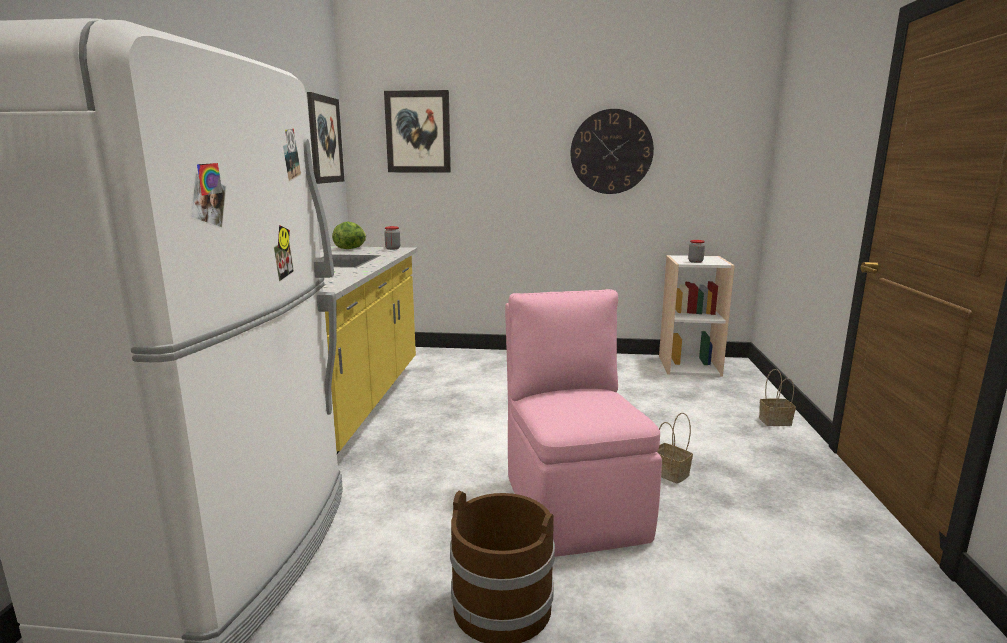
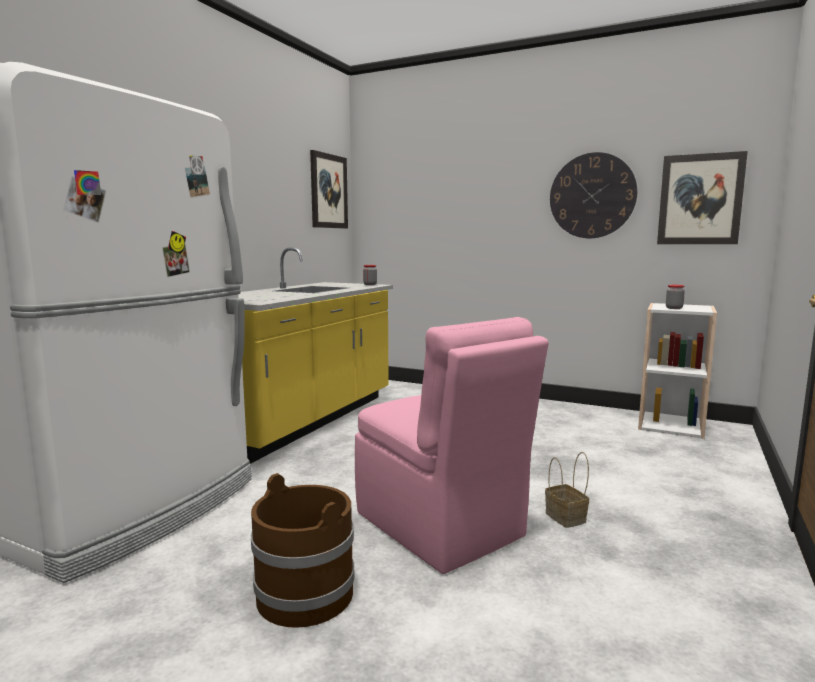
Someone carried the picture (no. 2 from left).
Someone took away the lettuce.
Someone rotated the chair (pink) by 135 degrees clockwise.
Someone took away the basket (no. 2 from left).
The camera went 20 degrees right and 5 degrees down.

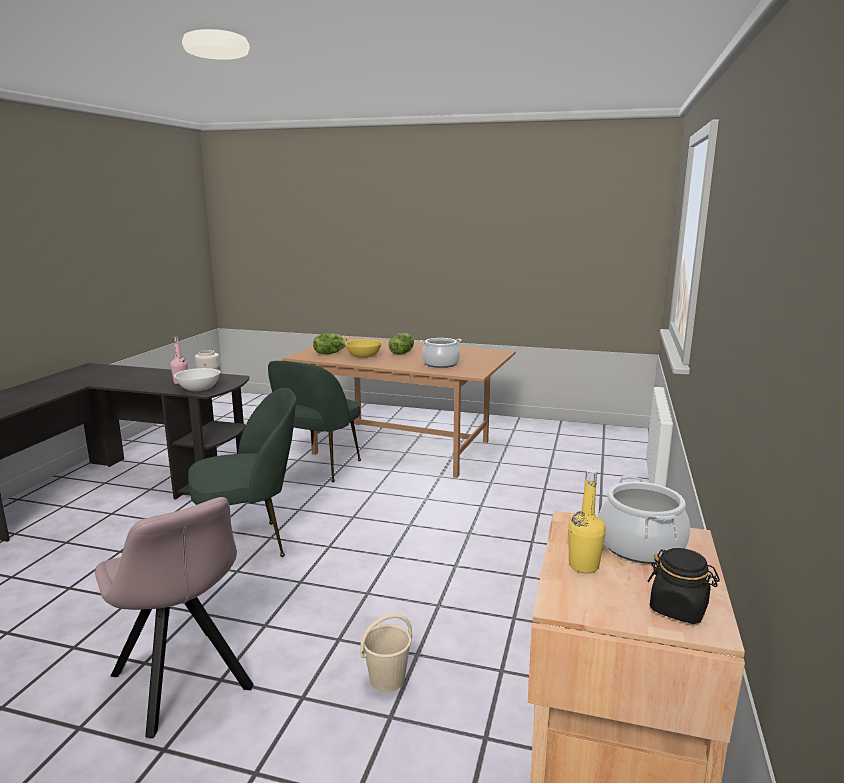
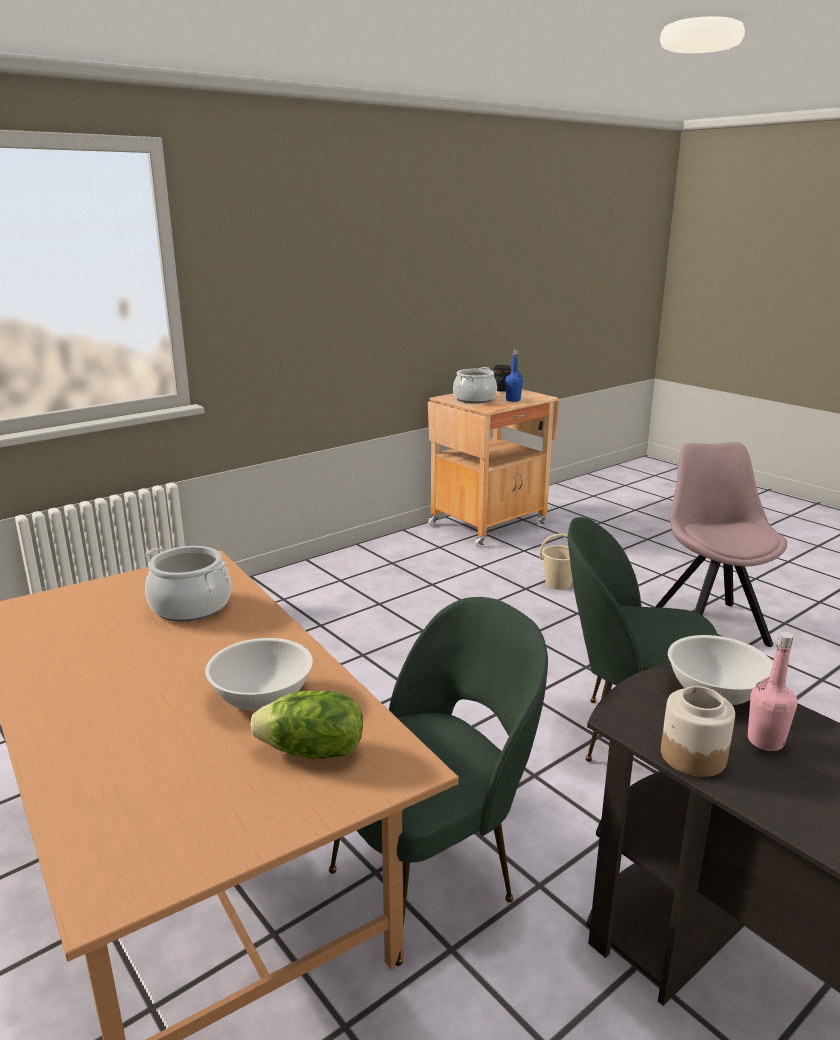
Someone took away the lettuce (no. 2 from left).
Someone repainted the bowl (yellow), which became the bowl (white) (no. 1 from left).
Someone repainted the bottle (yellow), which became the bottle (blue).
The camera went 145 degrees left and 5 degrees up.

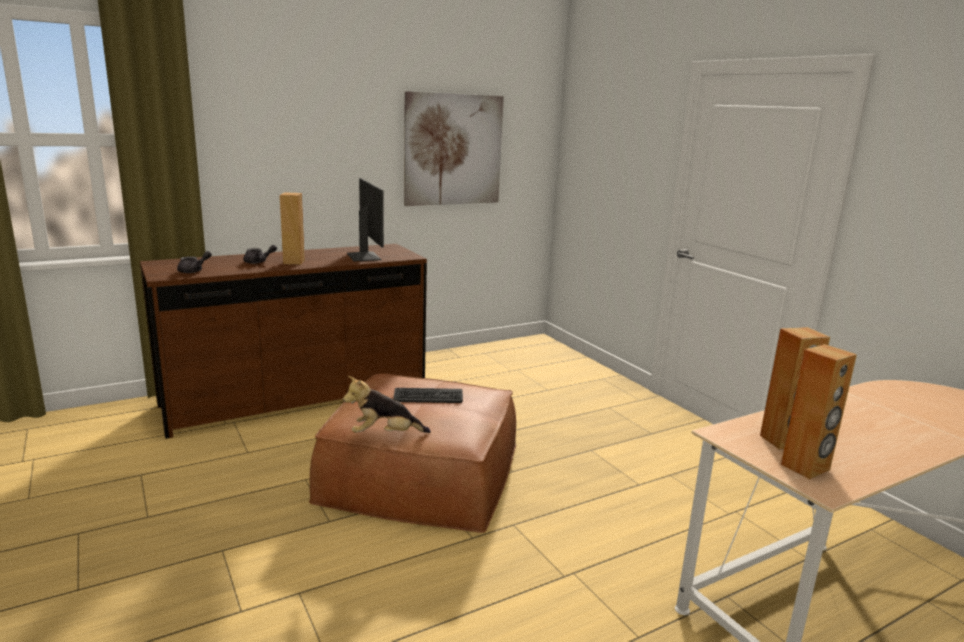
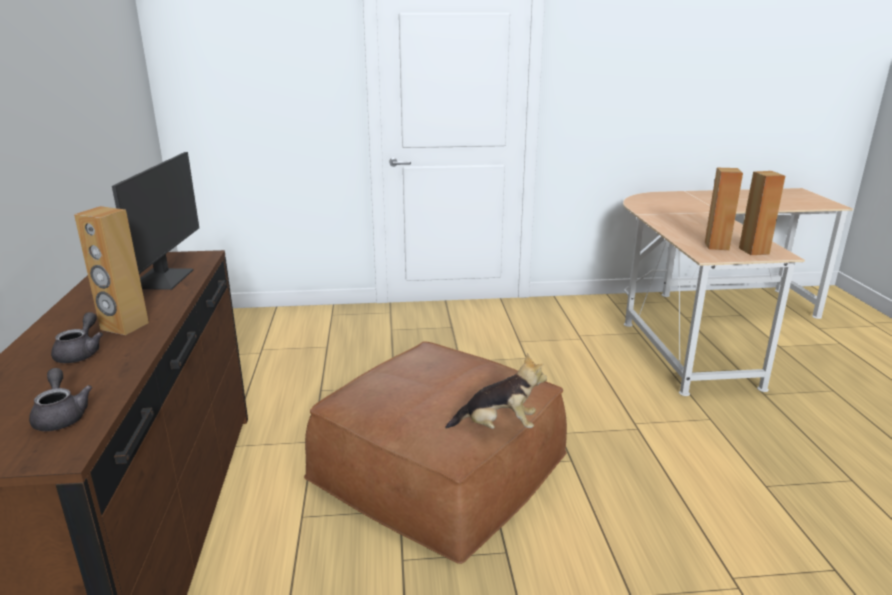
Someone took away the picture.
Someone rotated the monitor by 90 degrees clockwise.
Someone rotated the plush toy by 105 degrees counterclockwise.
Someone took away the keyboard.
The camera went 65 degrees left and 5 degrees up.

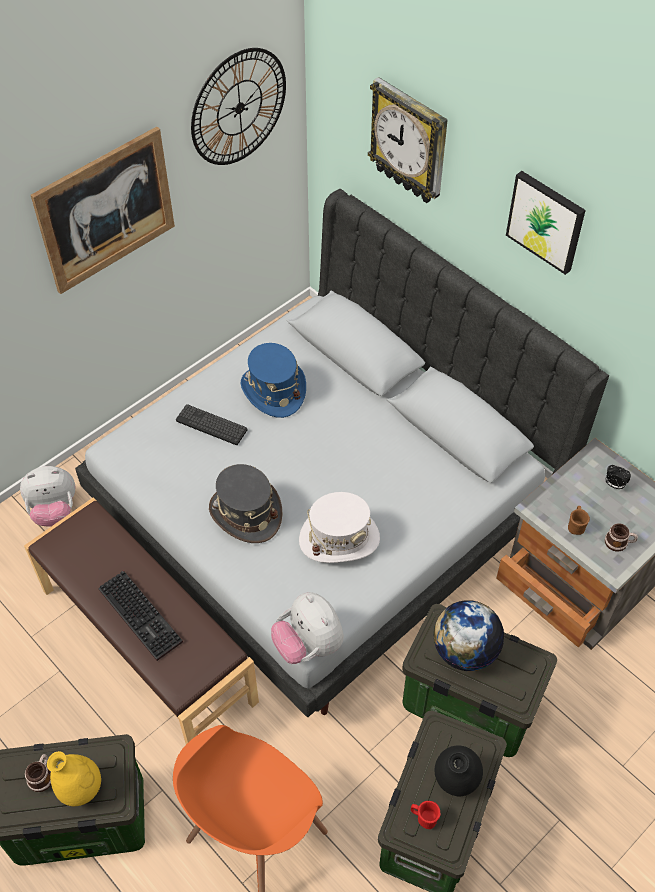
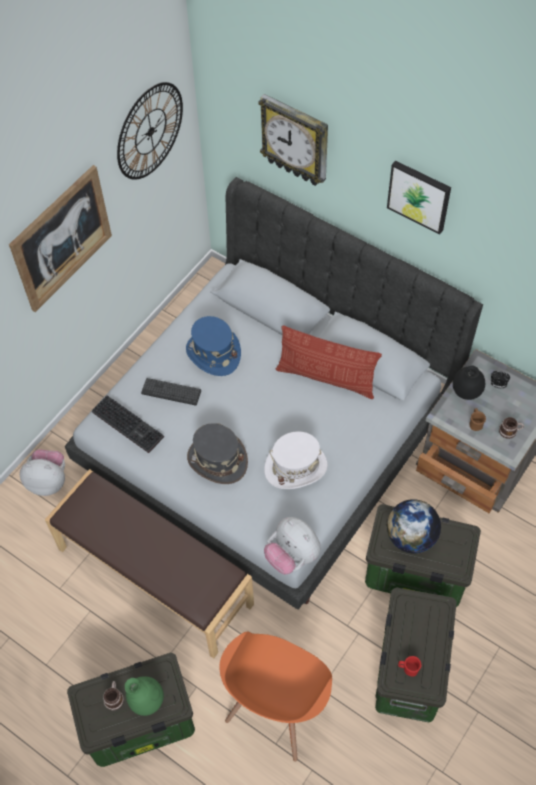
Someone rotated the plush toy (no. 1 from left) by 150 degrees counterclockwise.
Someone carried the keyboard (no. 1 from left).
Someone carried the vase (black).
Someone repainted the vase (yellow), which became the vase (green).
Someone put down the pillow.
The camera went 10 degrees left and 5 degrees up.

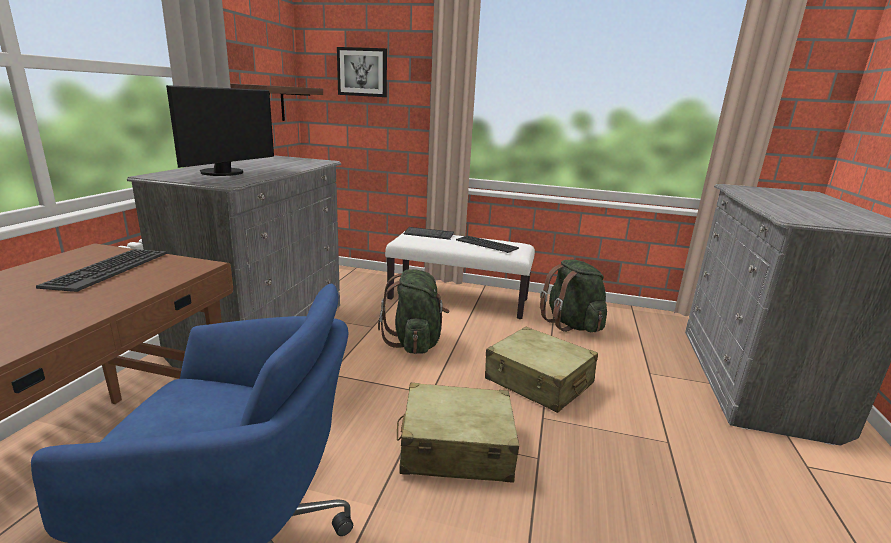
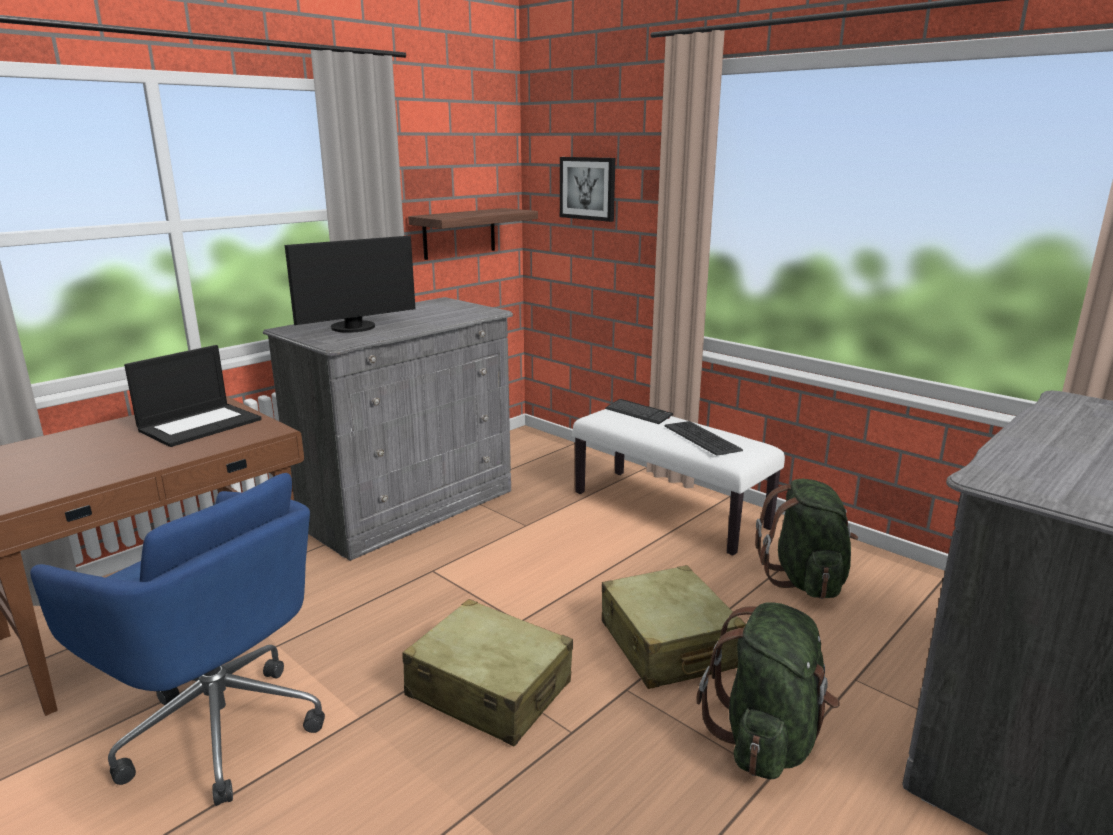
Someone swapped the keyboard (no. 1 from left) for the laptop.
Someone carried the backpack (green) (no. 1 from left).
The camera went 30 degrees right and 0 degrees up.

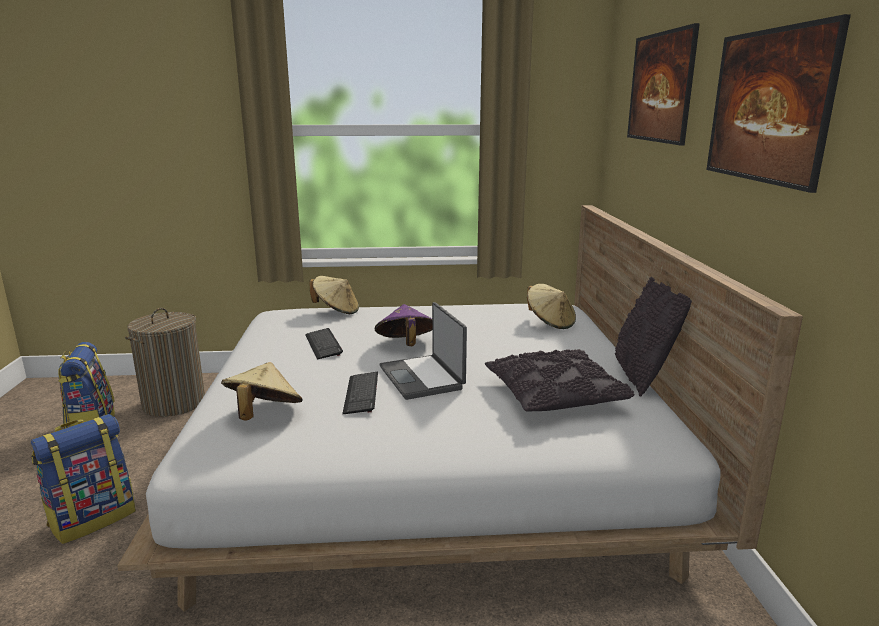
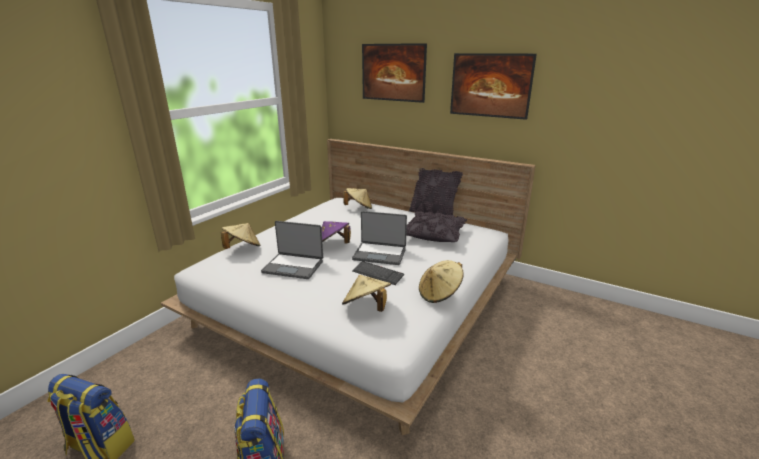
Someone took away the laundry basket.
Someone swapped the keyboard (no. 1 from left) for the laptop (no. 1 from left).
Someone put down the hat (beige) (no. 4 from left).
The camera went 55 degrees left and 5 degrees up.

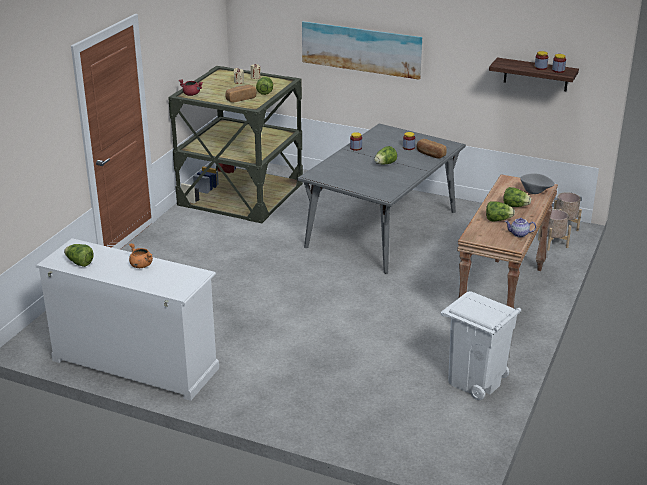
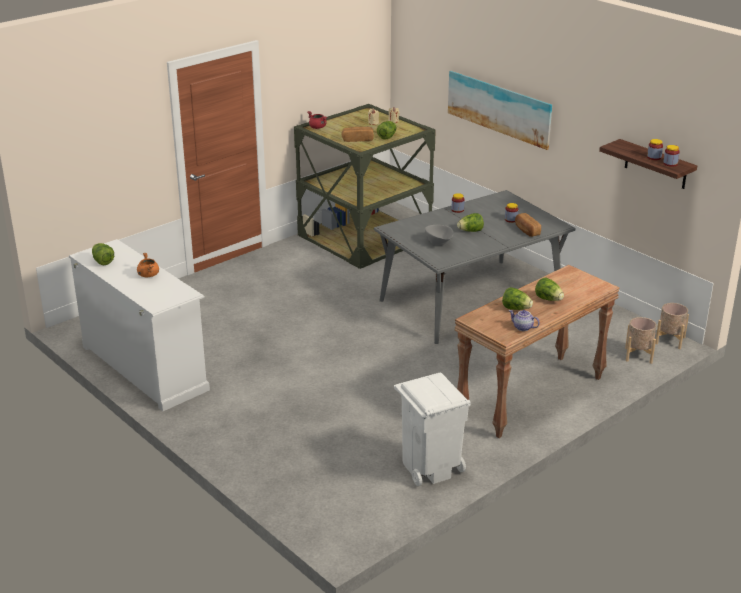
Someone carried the bowl (grey).
The camera went 25 degrees right and 0 degrees up.

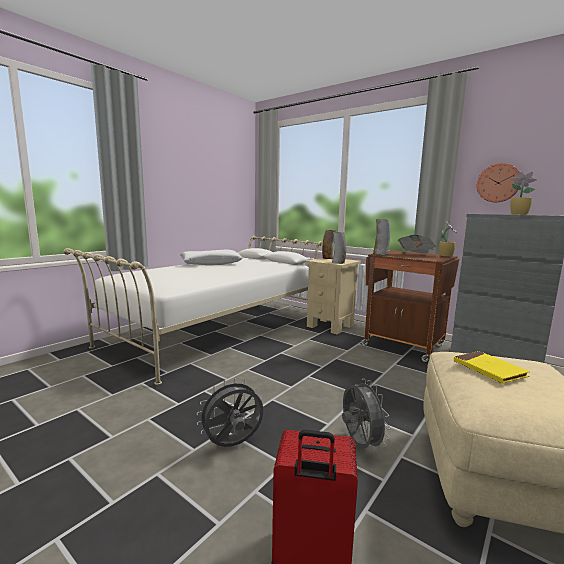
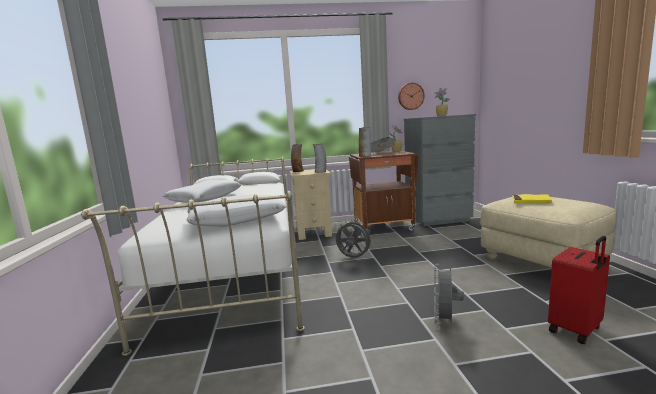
Someone carried the fan (grey) (no. 2 from left in the first image).
Someone put down the pillow (white) (no. 2 from left).
The camera went 45 degrees left and 0 degrees up.

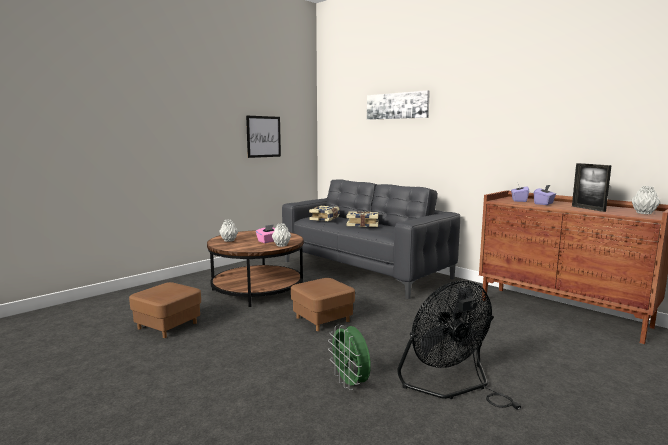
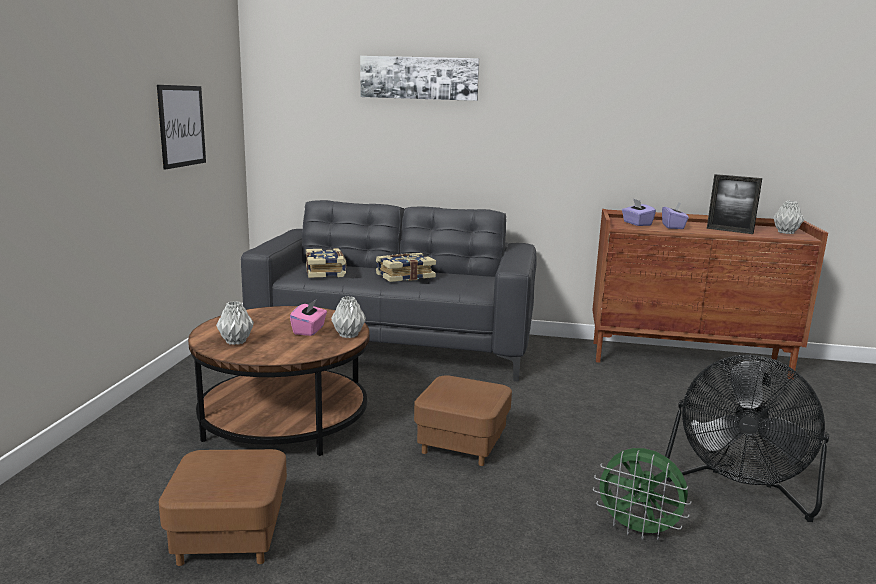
Someone rotated the fan (black) by 90 degrees counterclockwise.
The camera went 35 degrees left and 5 degrees up.

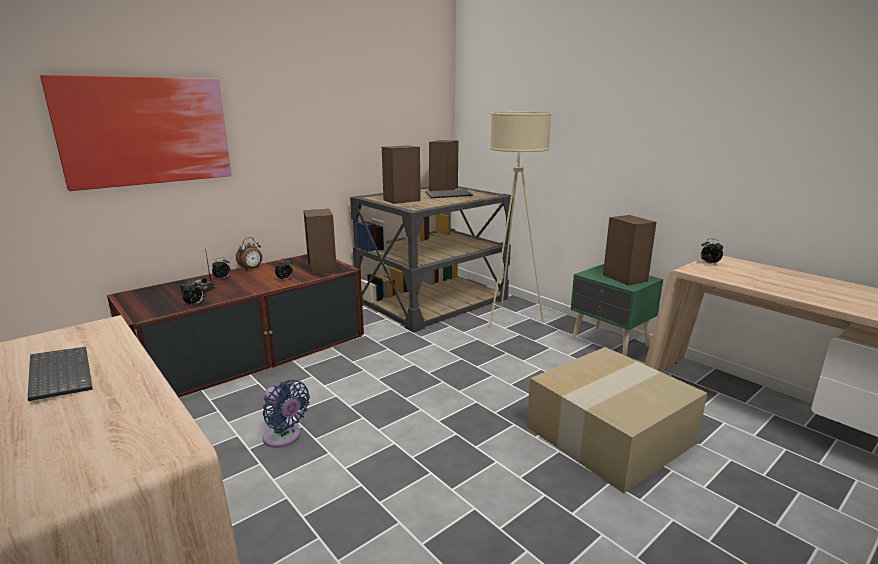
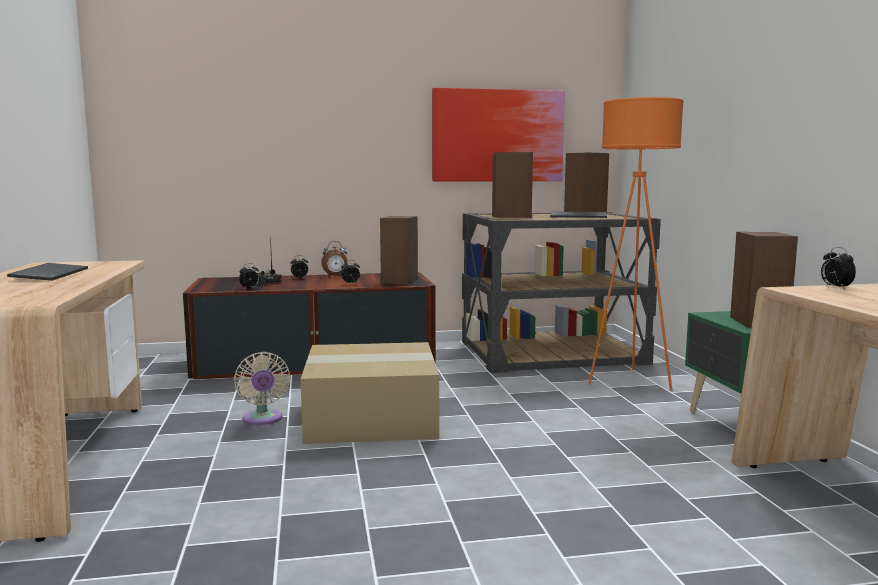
Someone carried the picture.
Someone repainted the floor lamp (beige), which became the floor lamp (orange).
Someone carried the cardboard box.
Someone repainted the fan (blue), which became the fan (beige).
The camera went 30 degrees right and 10 degrees down.

